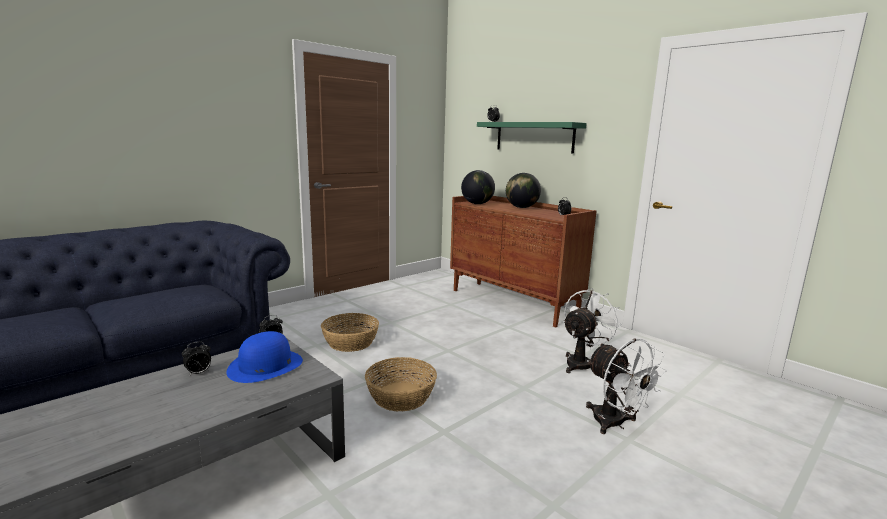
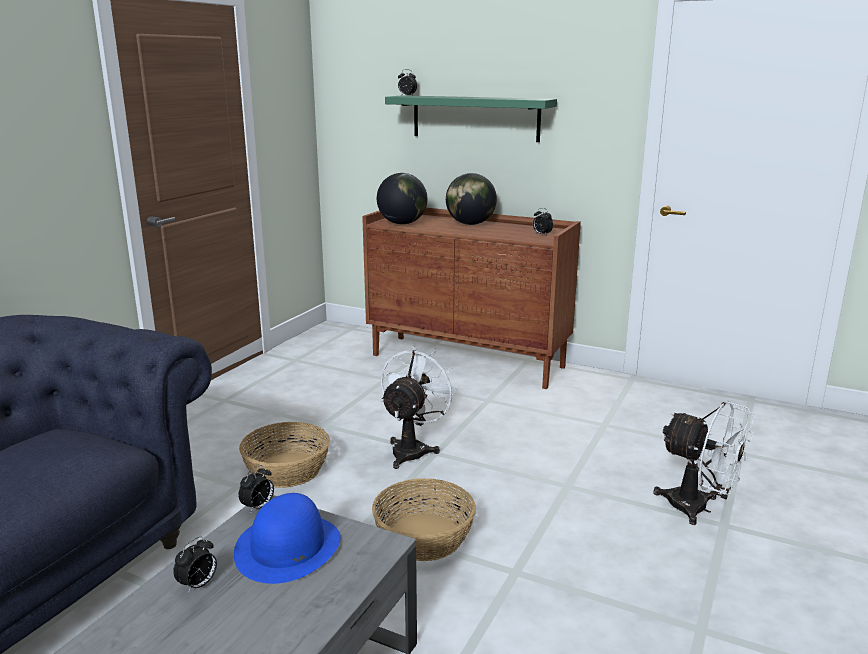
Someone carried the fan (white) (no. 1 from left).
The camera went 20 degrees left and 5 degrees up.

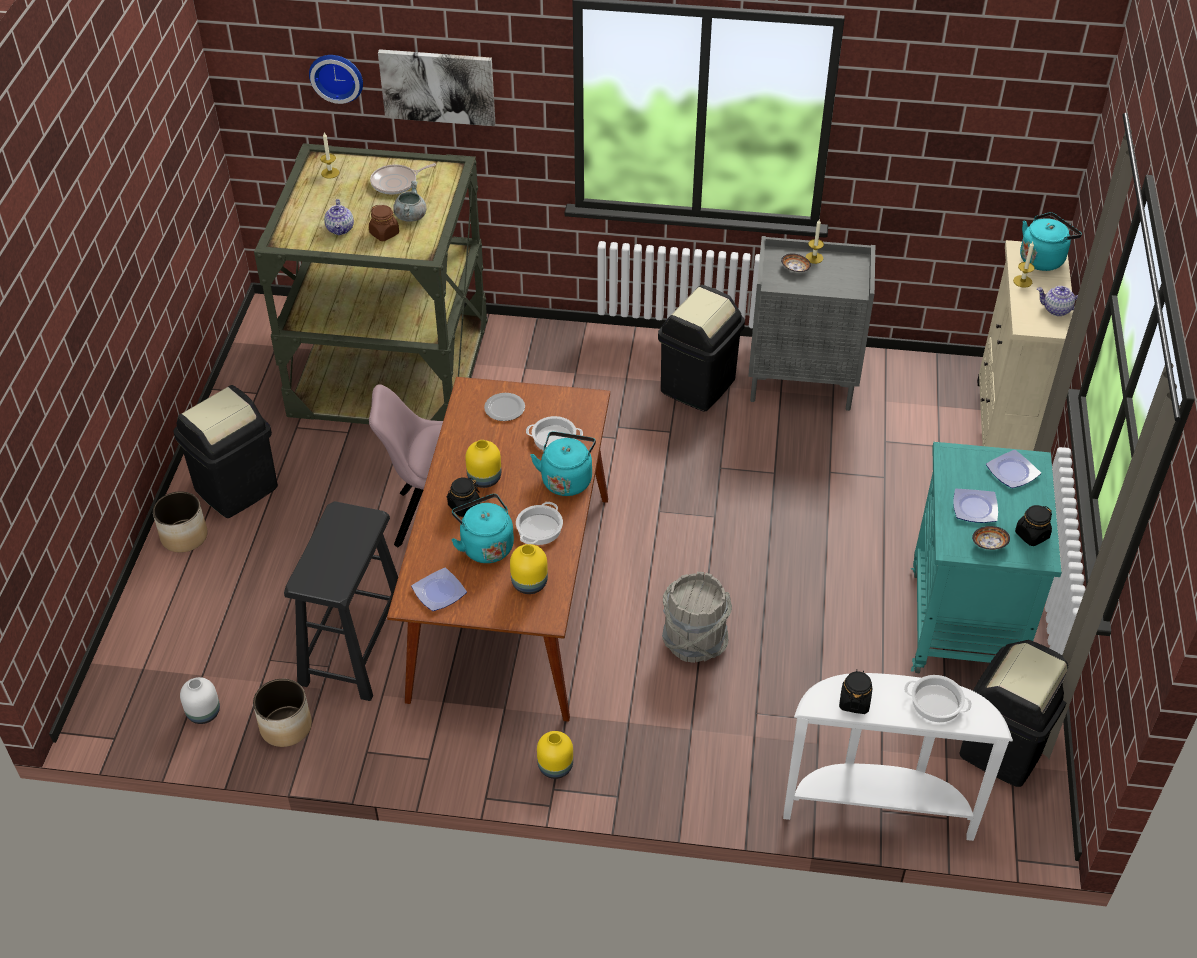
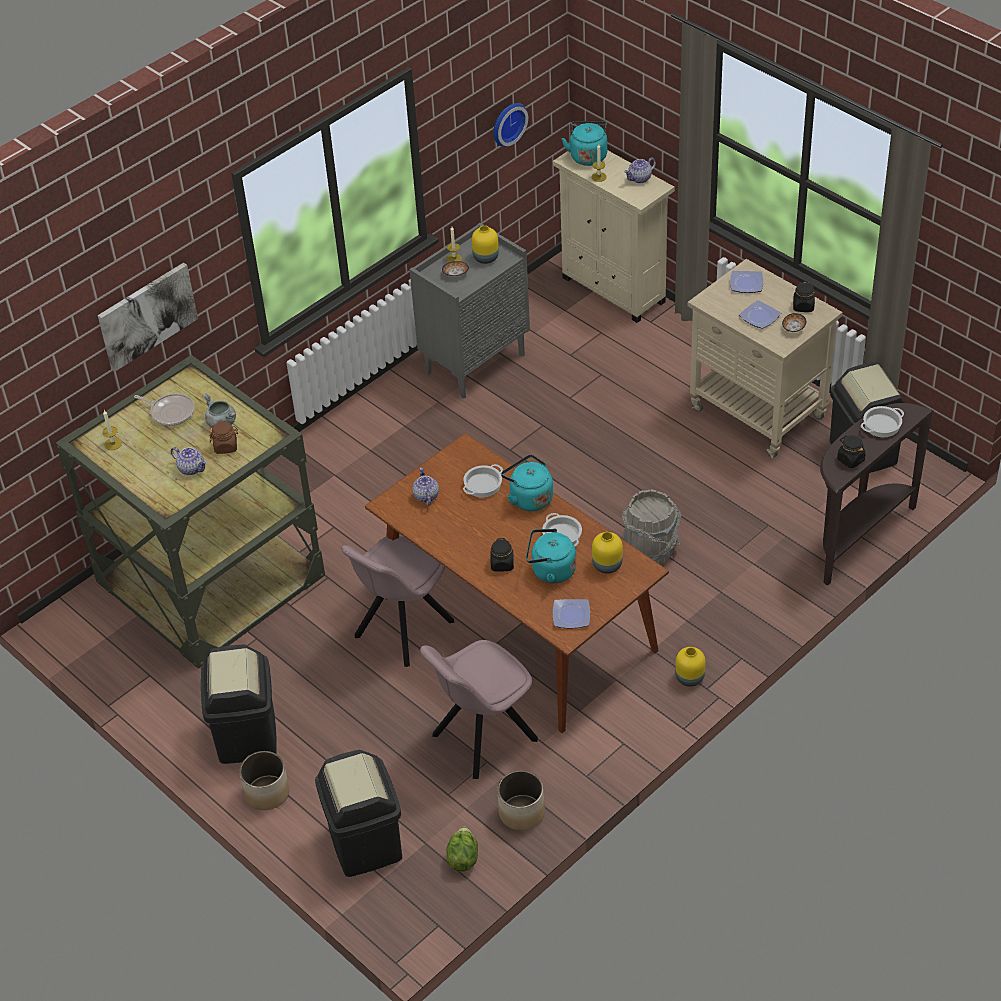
Someone carried the wall clock.
Someone rotated the frying pan by 75 degrees counterclockwise.
Someone carried the trash can (black) (no. 2 from left).
Someone swapped the plate (no. 2 from left) for the teapot (no. 2 from left).
Someone carried the vase (yellow) (no. 1 from left).
Someone repainted the cart (turquoise), which became the cart (beige).
Someone swapped the stool (black) for the chair (pink) (no. 2 from left).
Someone repainted the console table (white), which became the console table (brown).
Someone swapped the vase (white) for the lettuce.
The camera went 50 degrees left and 0 degrees up.

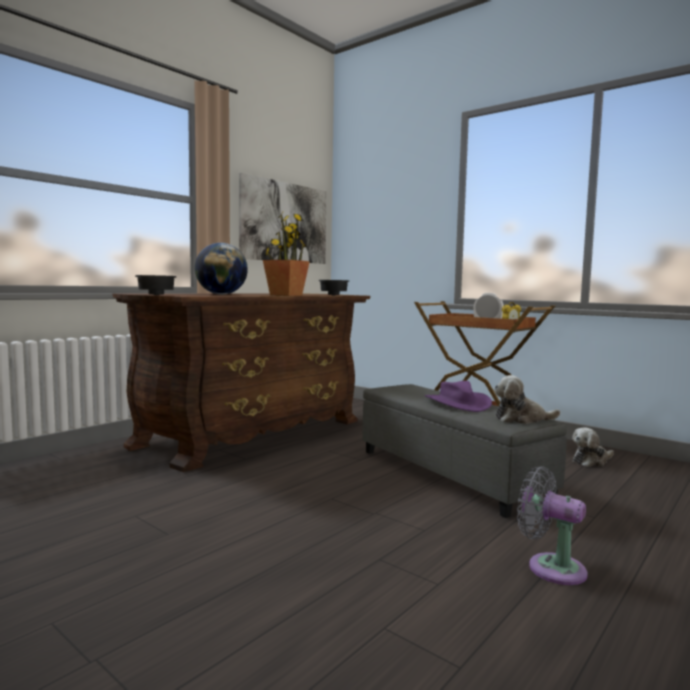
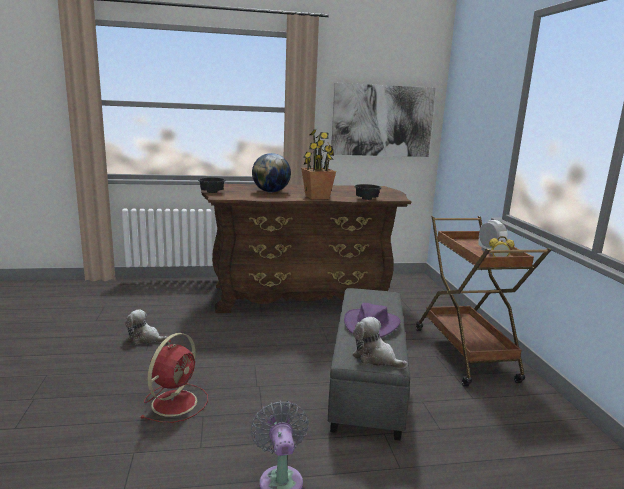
Someone carried the plush toy (no. 2 from left in the first image).
Someone put down the fan (red).
The camera went 40 degrees right and 10 degrees up.

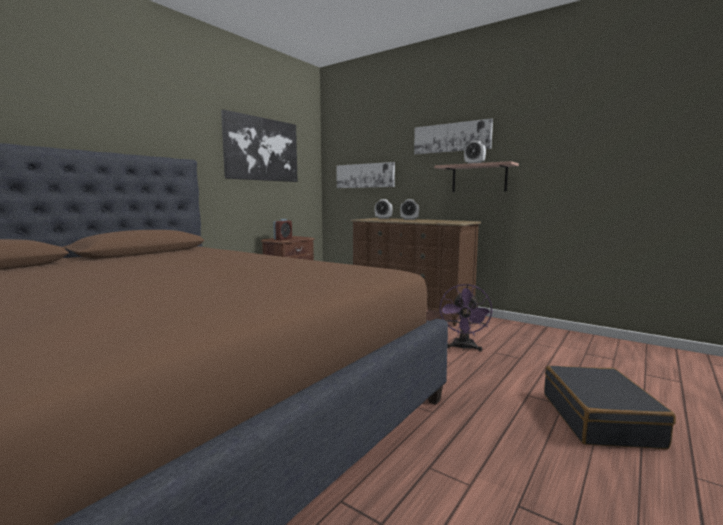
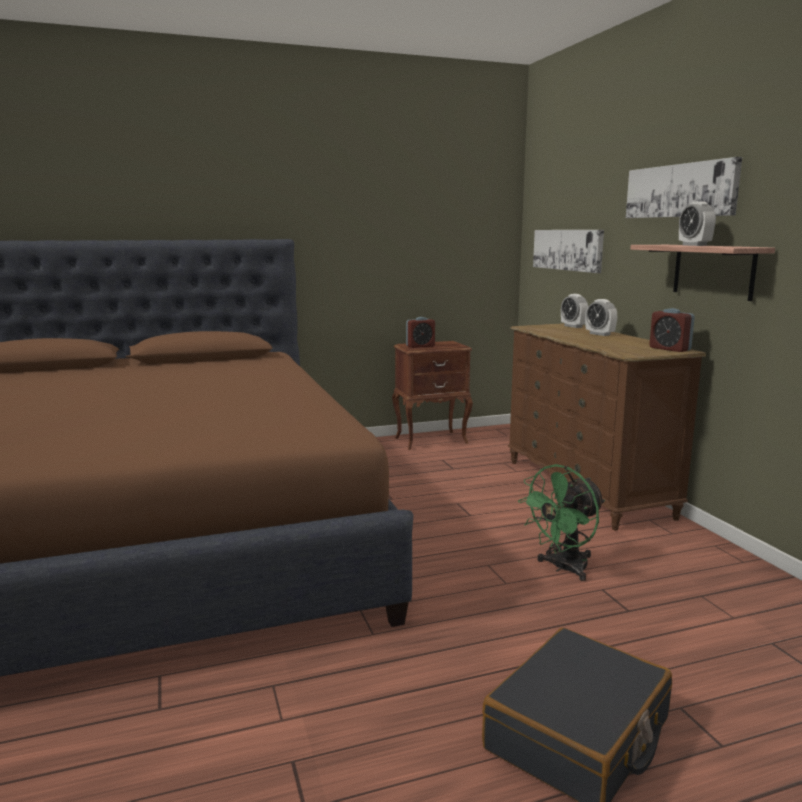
Someone took away the picture (no. 1 from left).
Someone repainted the fan (purple), which became the fan (green).
Someone put down the alarm clock (no. 4 from left).
The camera went 35 degrees right and 5 degrees up.

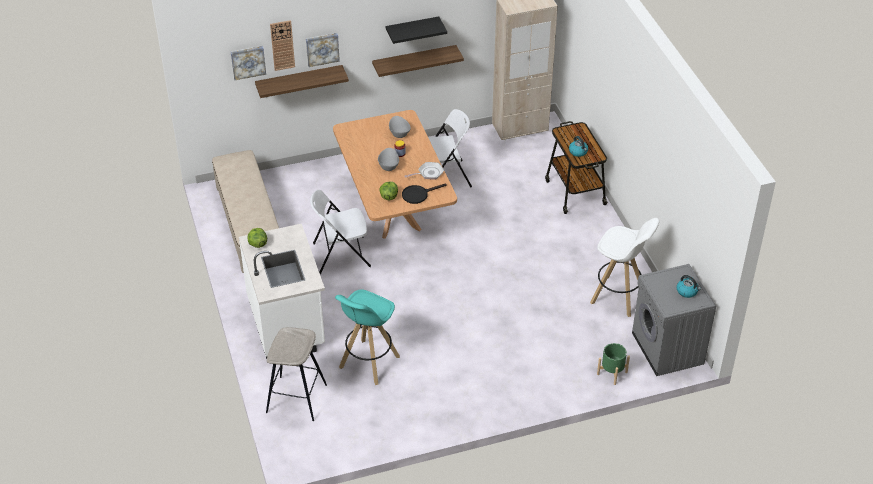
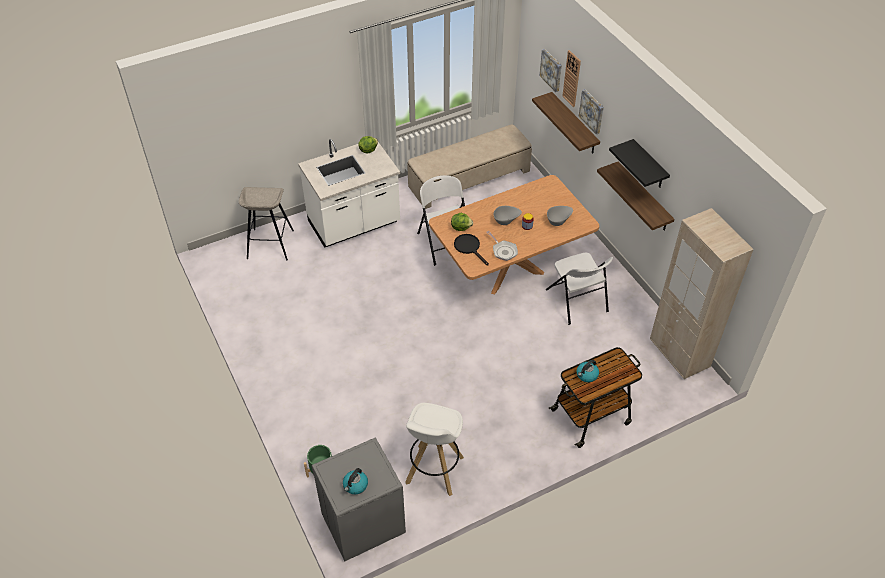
Someone took away the stool (turquoise).
The camera went 80 degrees right and 5 degrees up.

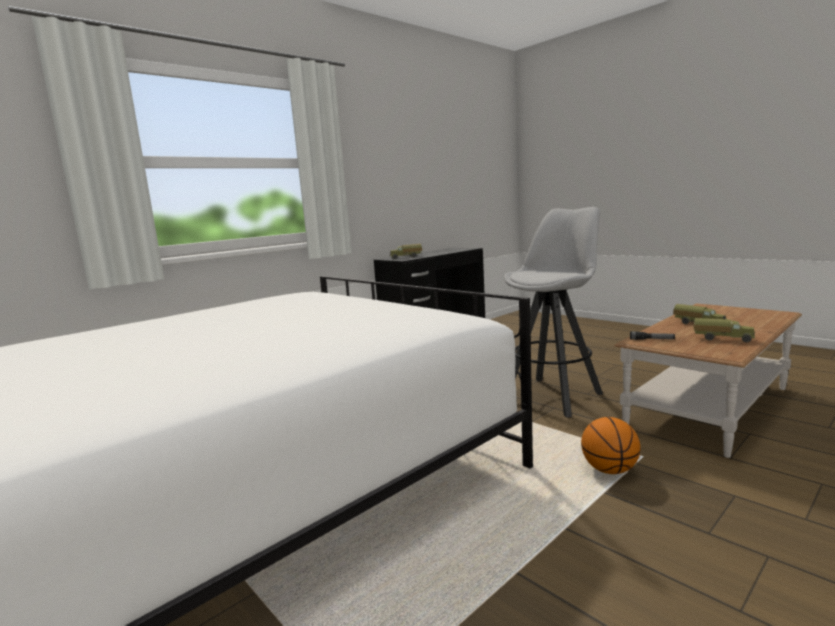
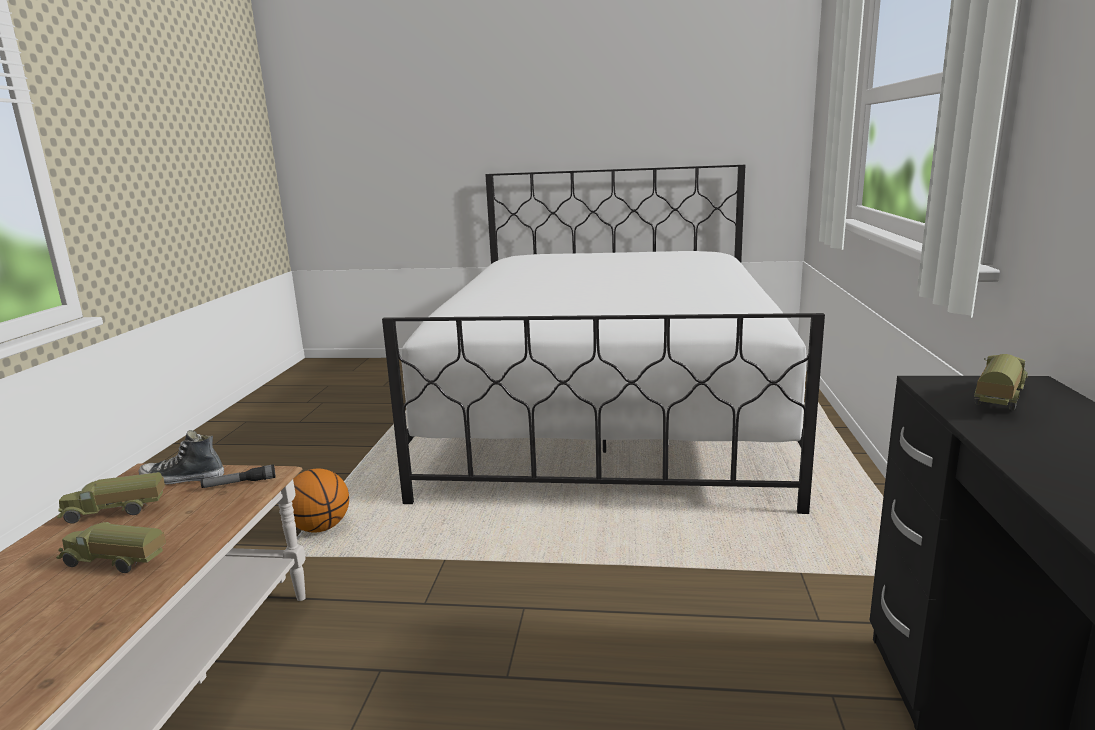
Someone took away the stool (grey).
Someone put down the shoe.
The camera went 140 degrees right and 5 degrees up.

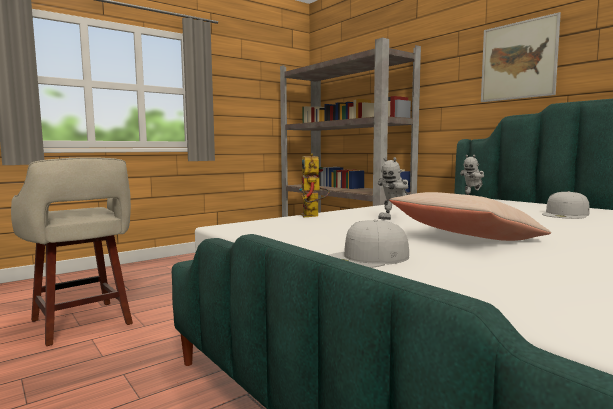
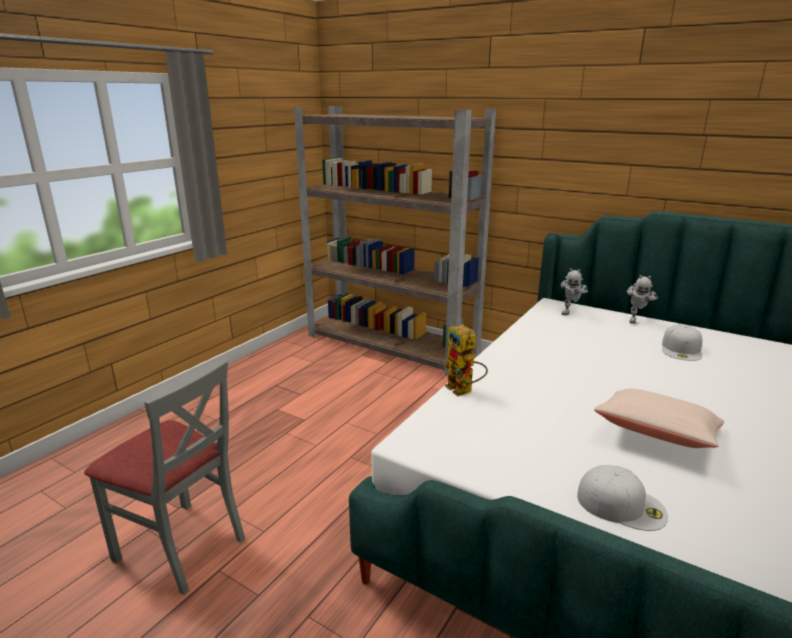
Someone took away the picture.
Someone swapped the stool (beige) for the chair (grey).
Someone carried the toy robot (no. 2 from left in the first image).
Someone rotated the cap (white) (no. 1 from left) by 105 degrees counterclockwise.
The camera went 20 degrees left and 15 degrees up.

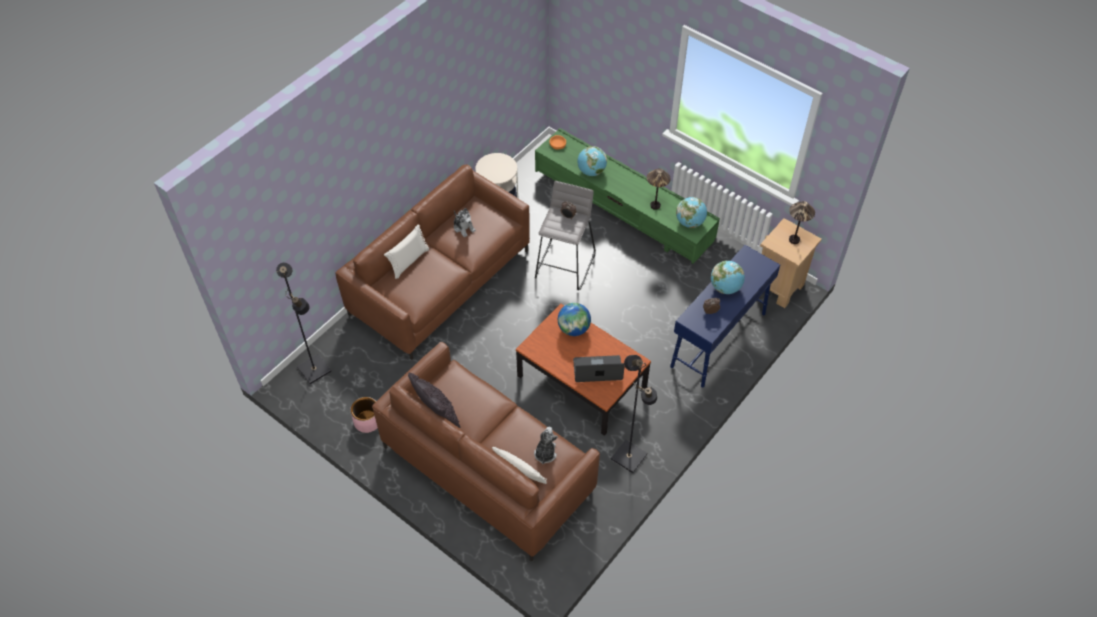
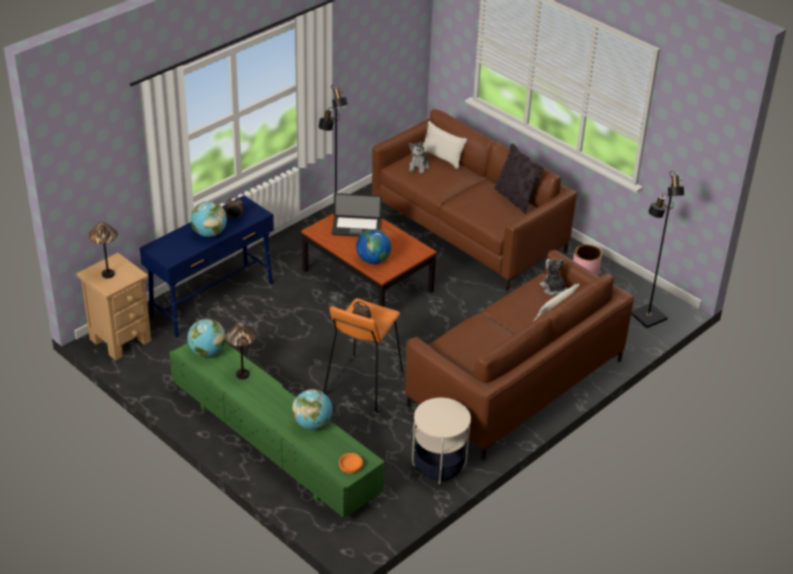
Someone repainted the stool (grey), which became the stool (orange).
Someone carried the plush toy (no. 1 from left in the first image).
The camera went 175 degrees left and 15 degrees down.

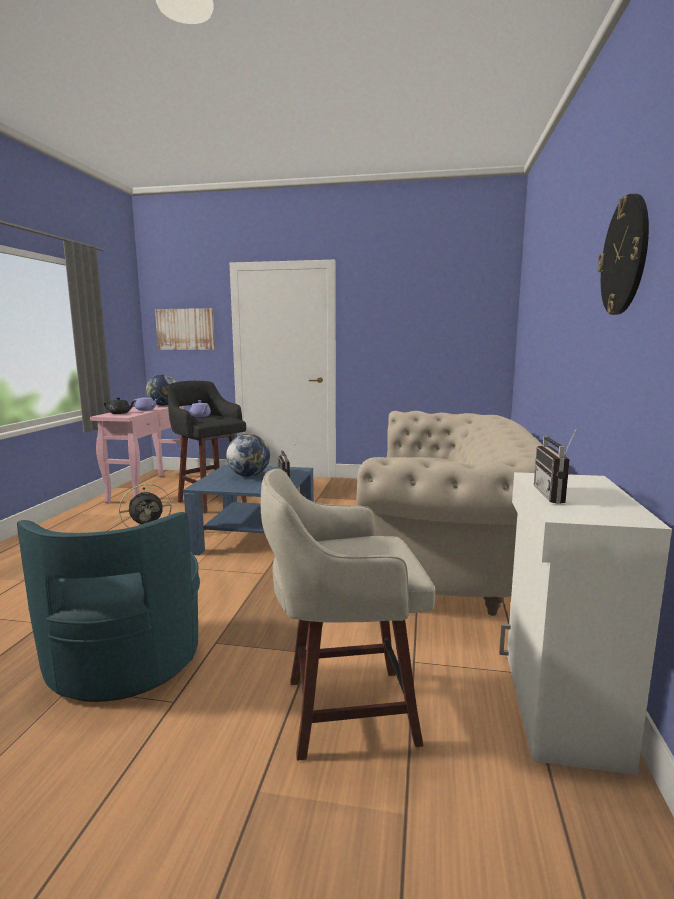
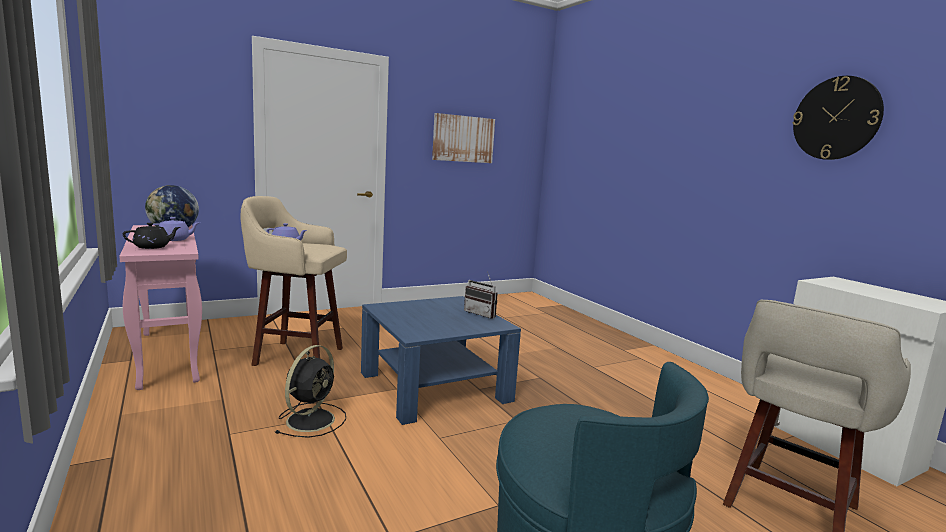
Someone carried the picture.
Someone repainted the stool (black), which became the stool (beige) (no. 1 from left).
Someone took away the sofa (beige).
Someone took away the radio (no. 2 from left).
Someone took away the globe (no. 2 from left).
The camera went 40 degrees left and 0 degrees up.

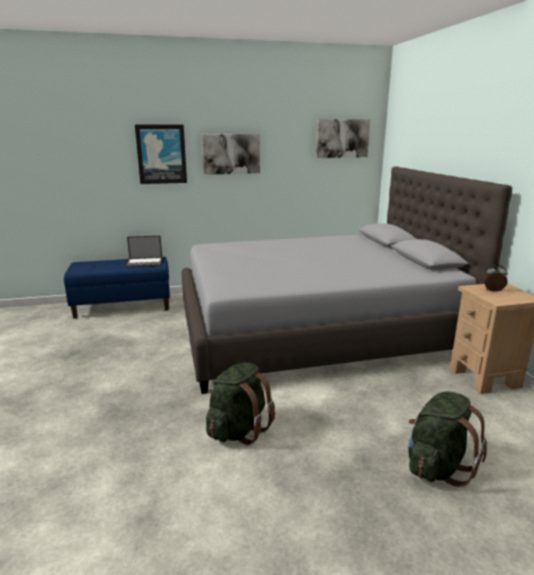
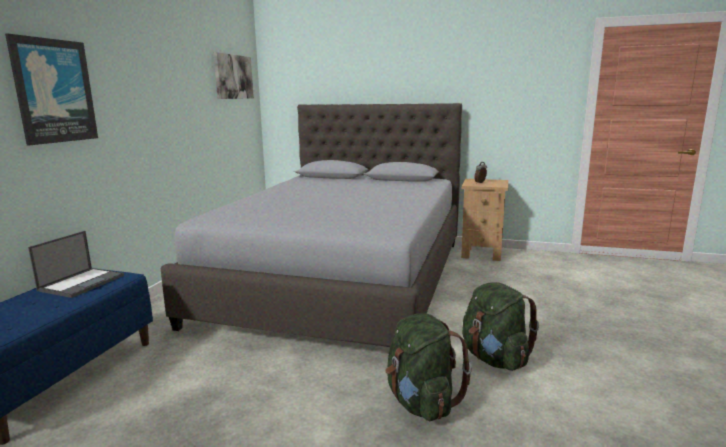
Someone took away the picture (no. 2 from left).
Someone carried the backpack (green) (no. 2 from left in the first image).
The camera went 60 degrees left and 5 degrees down.

